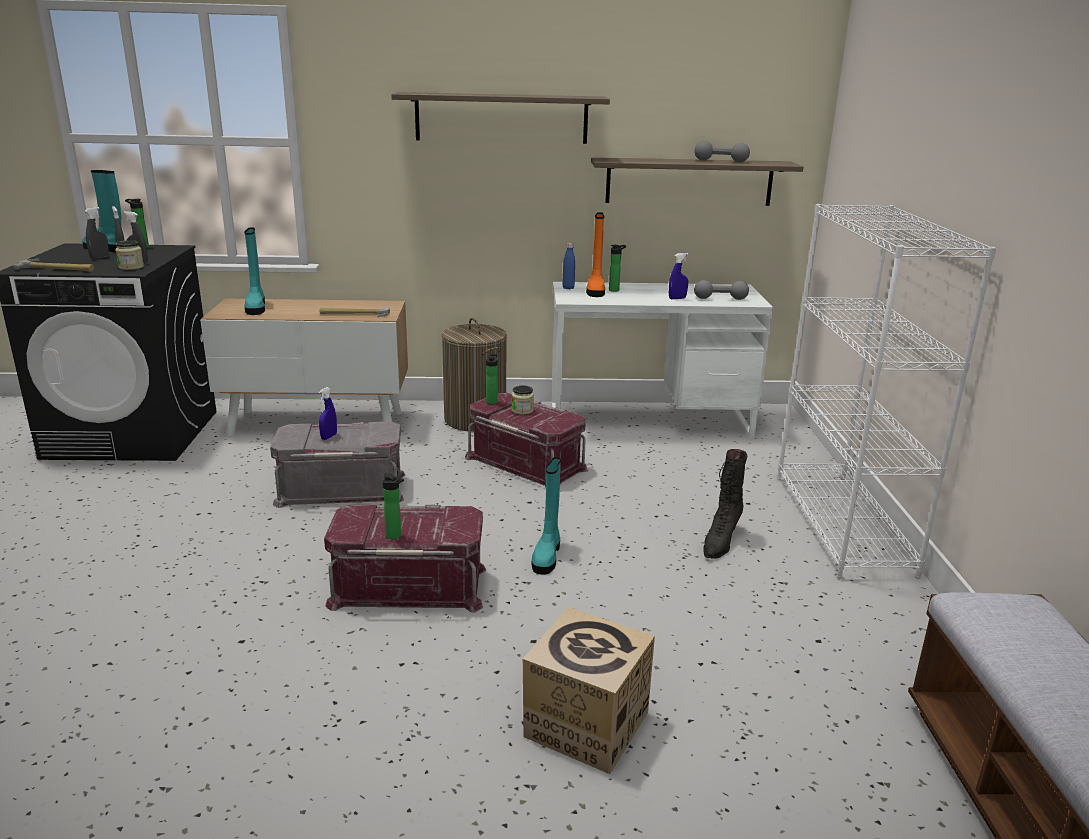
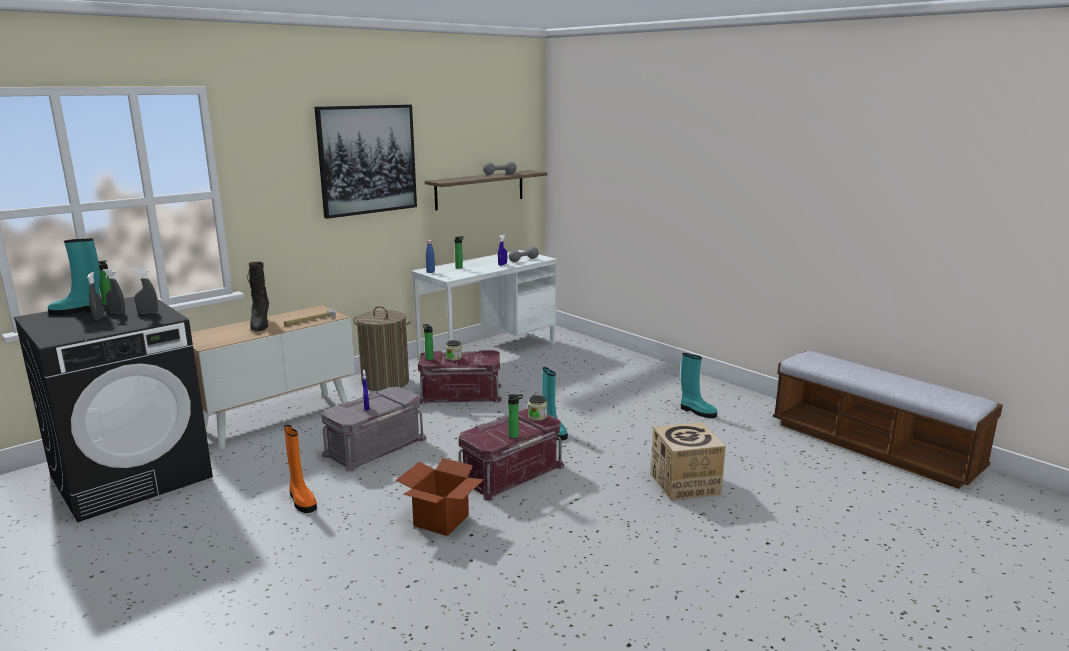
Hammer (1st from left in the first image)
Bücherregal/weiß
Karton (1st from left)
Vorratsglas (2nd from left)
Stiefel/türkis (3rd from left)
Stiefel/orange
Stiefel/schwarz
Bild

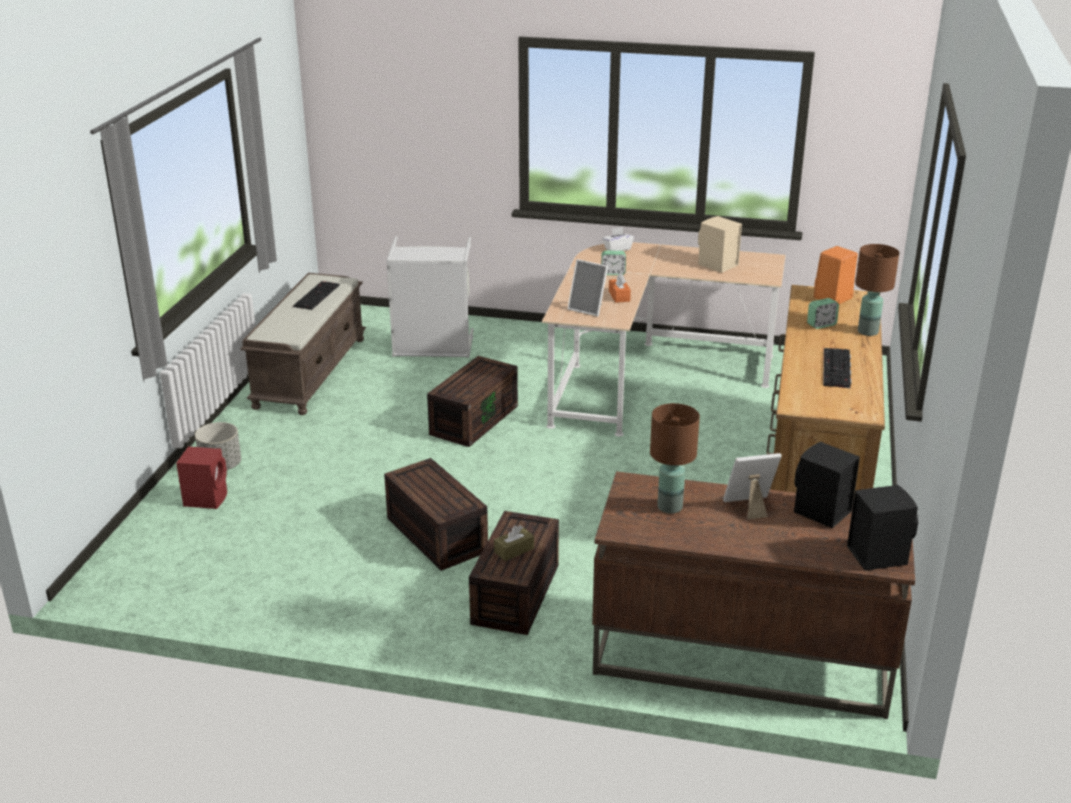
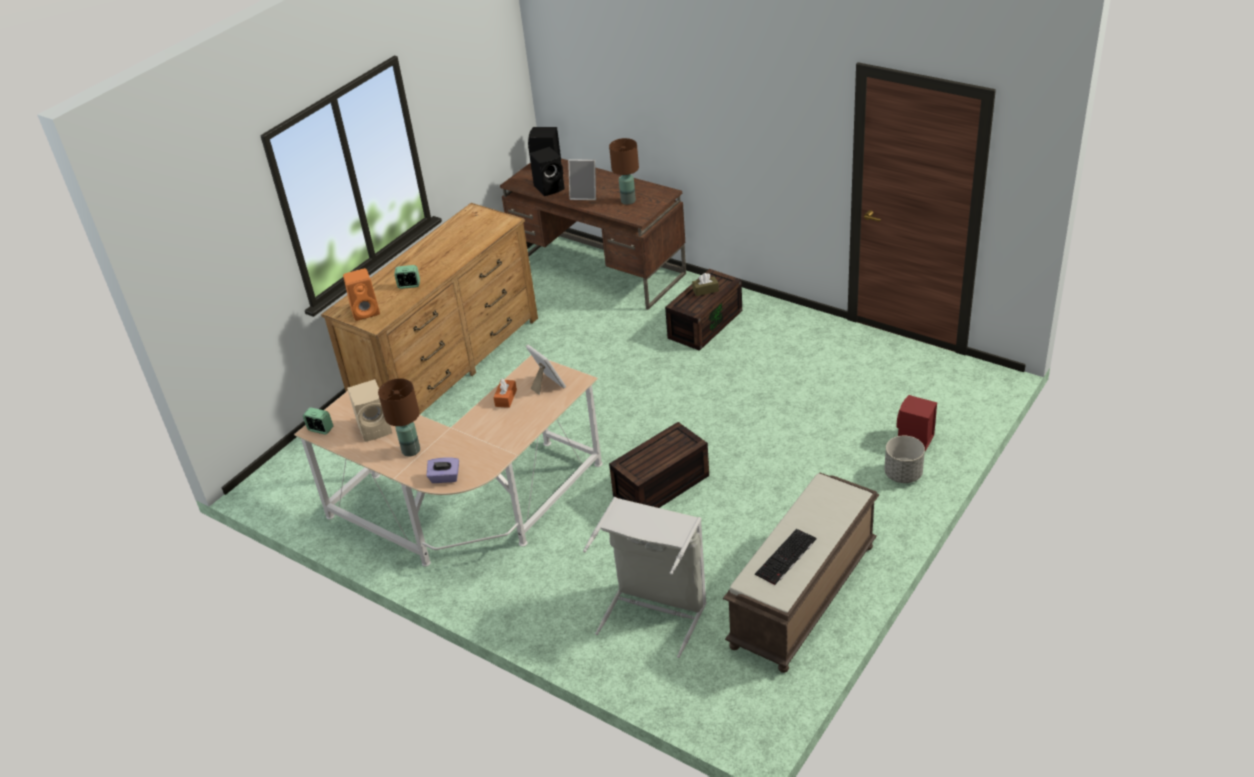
Aufbewahrungsbox/braun (1st from left in the first image)
Tastatur (2nd from left in the first image)
Wecker (1st from left)
Tischlampe/braun (1st from left)
Taschentuchbox/lila

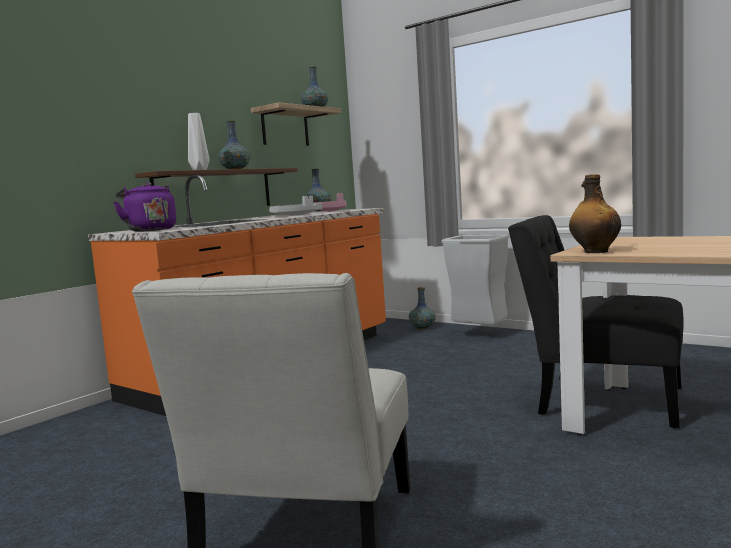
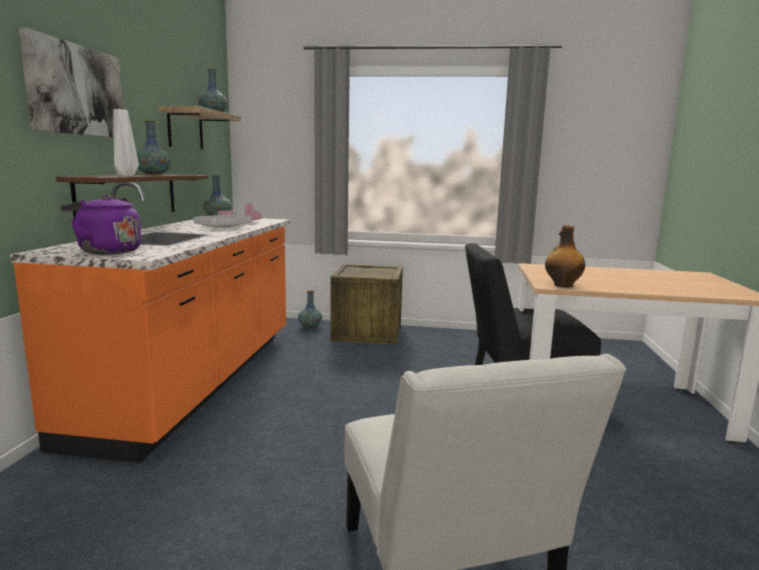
Bild
Kiste

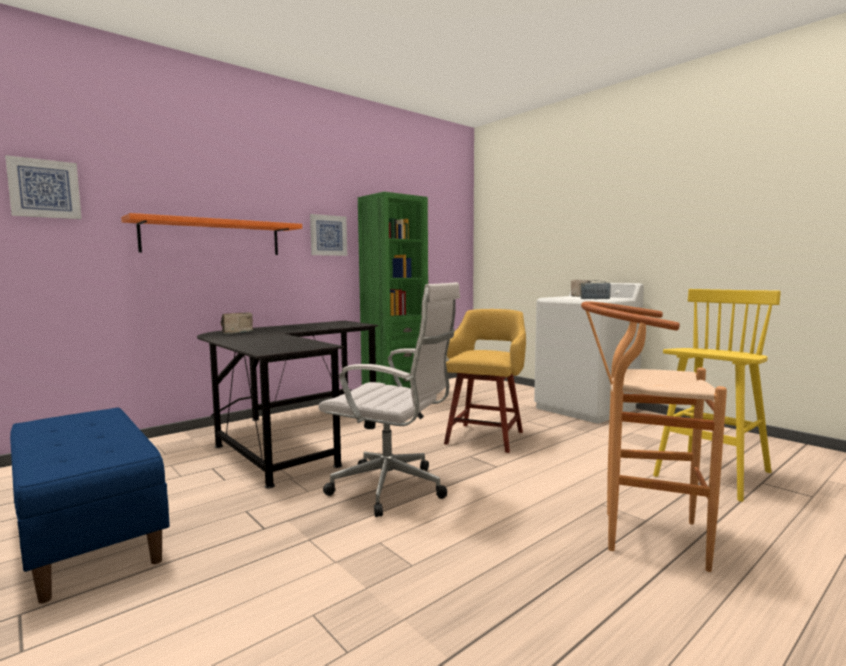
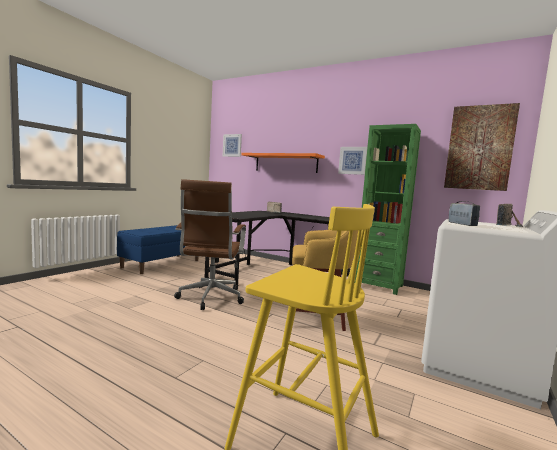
Hocker/braun
Bild (3rd from left)
Bürostuhl/braun

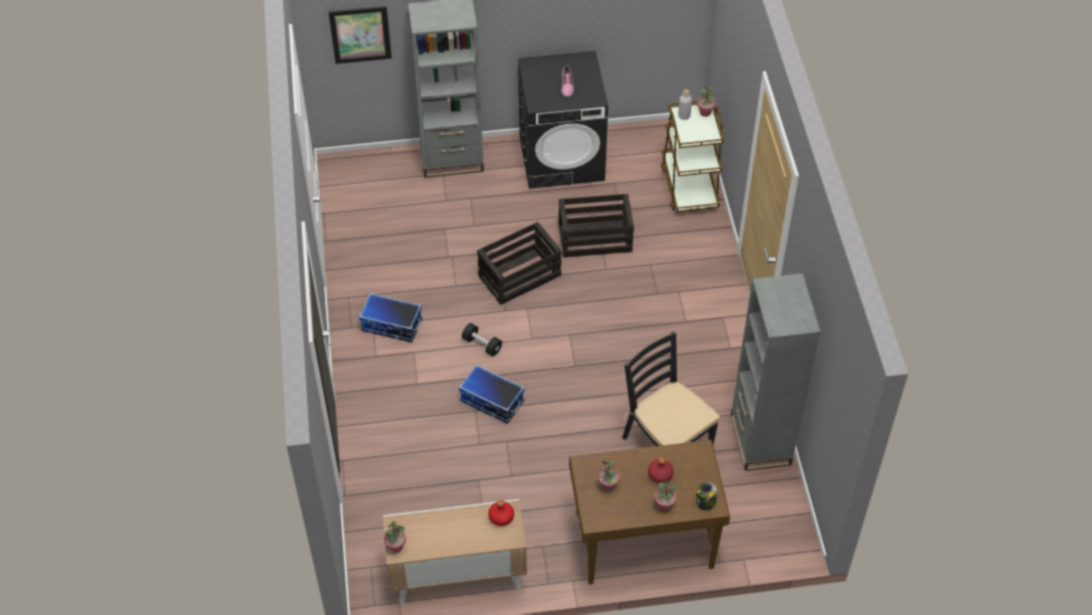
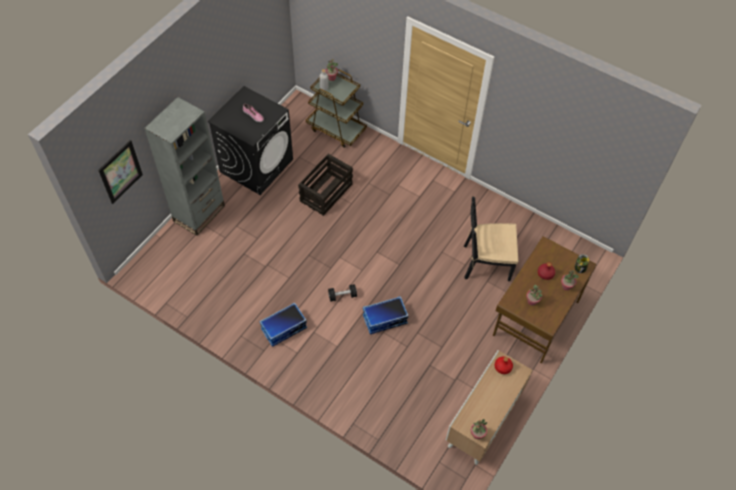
Kiste (1st from left in the first image)
Bücherregal/grau (2nd from left in the first image)

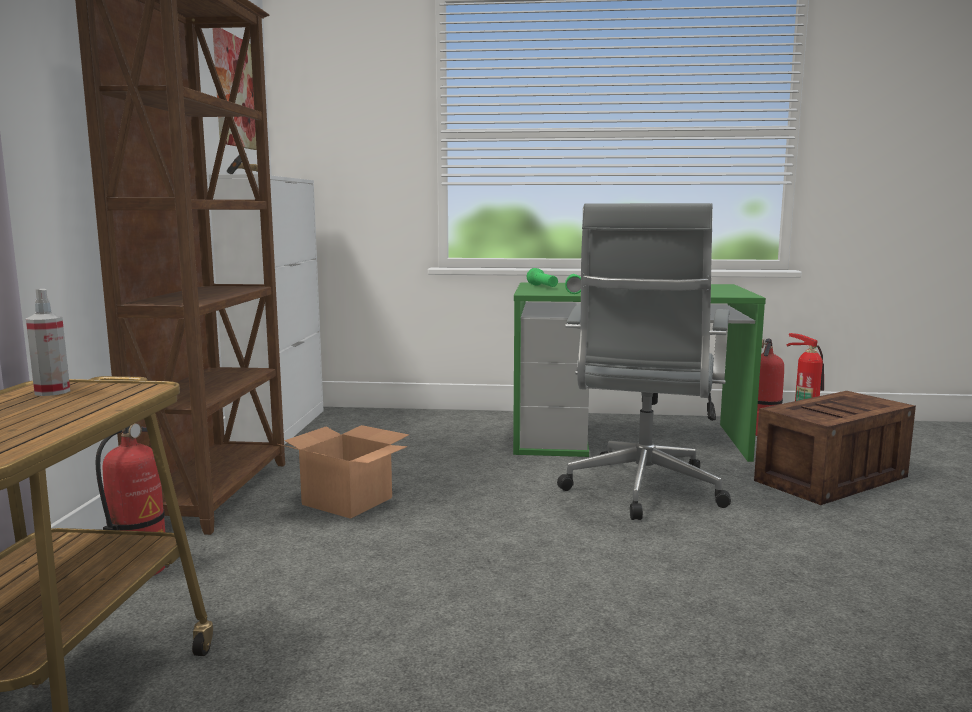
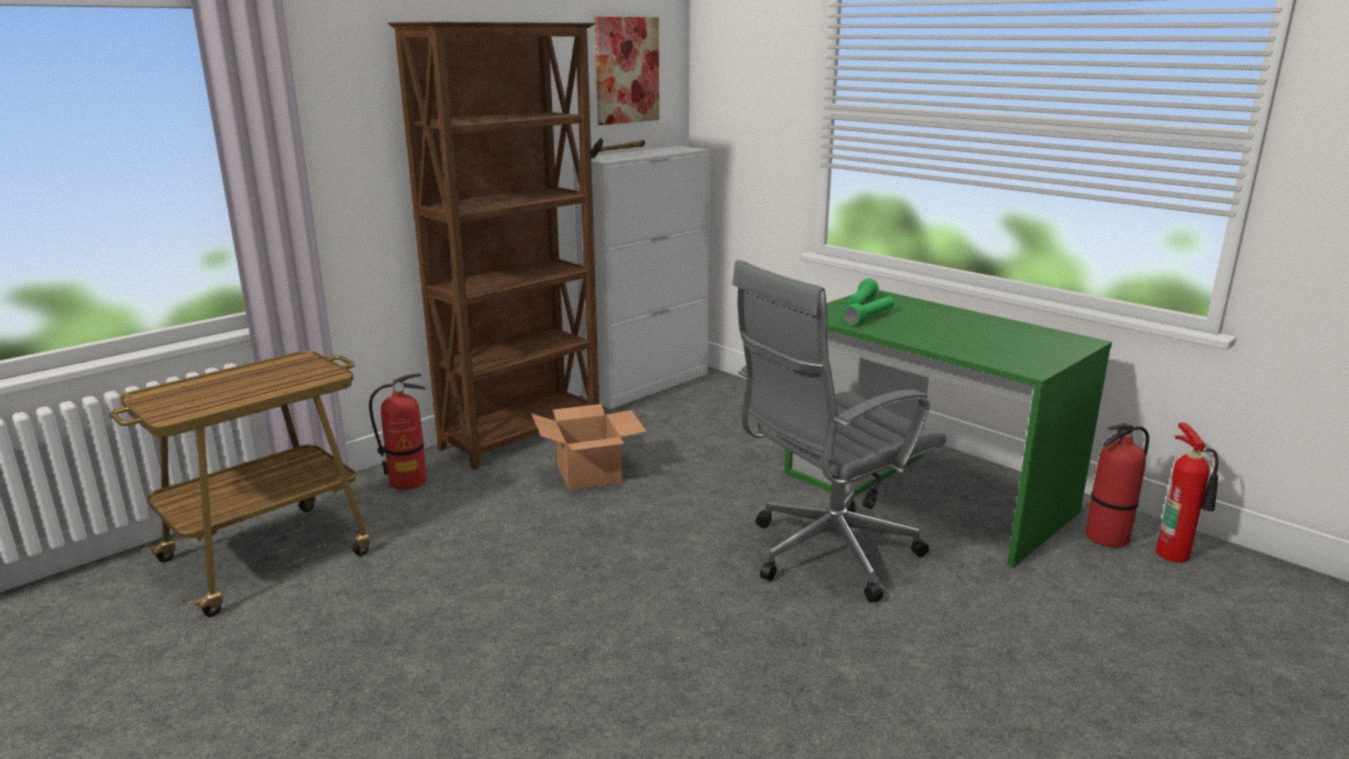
Sprühflasche
Kiste

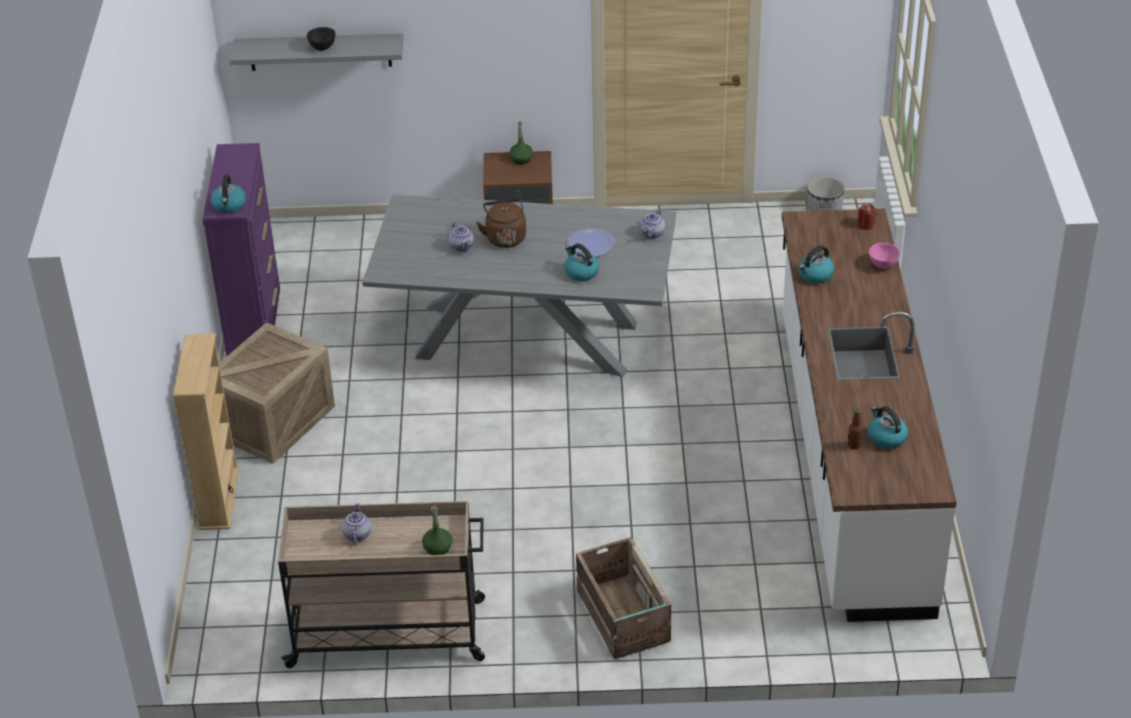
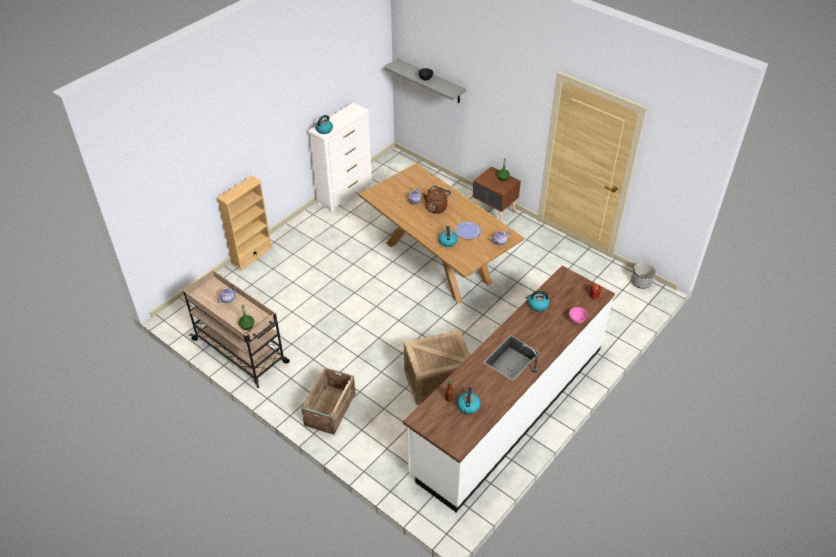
Kiste (2nd from left)
Kommode/weiß
Esstisch/braun

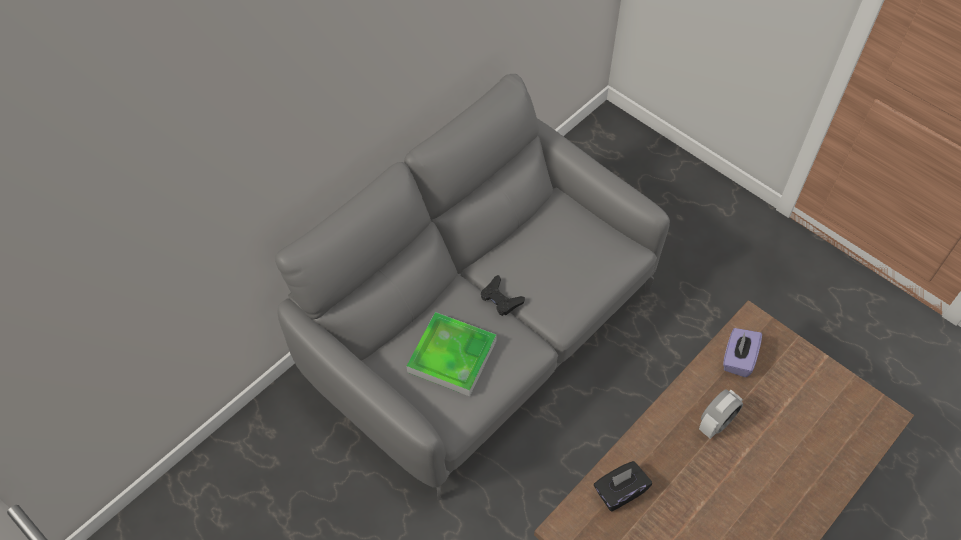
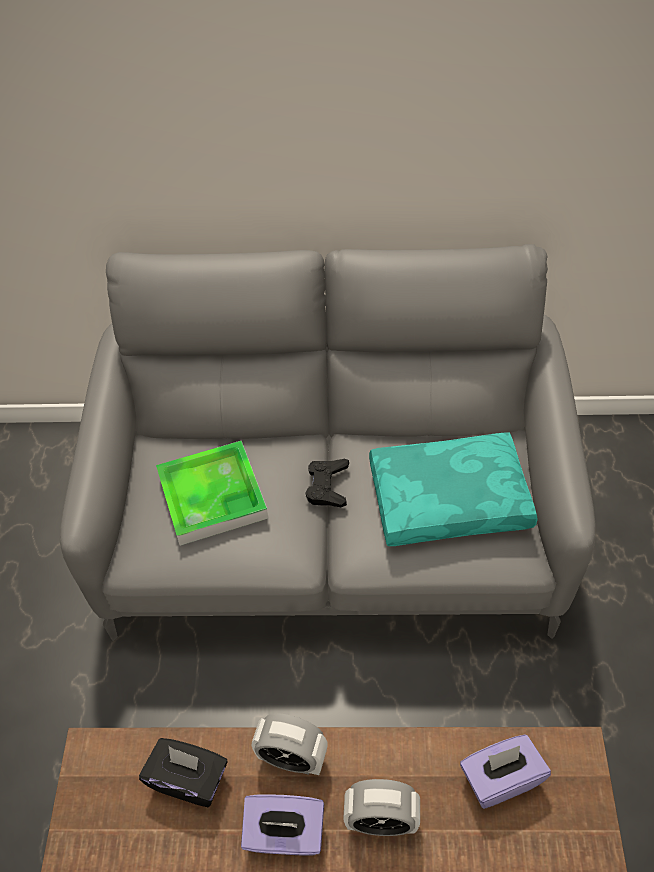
Taschentuchbox/lila (1st from left)
Wecker (1st from left)
Kissen/türkis

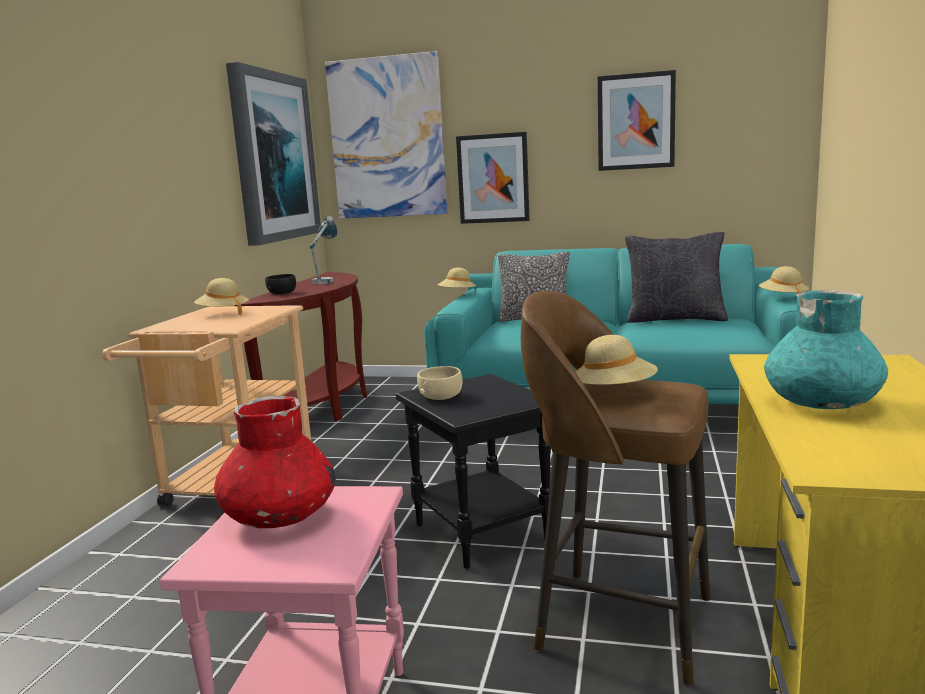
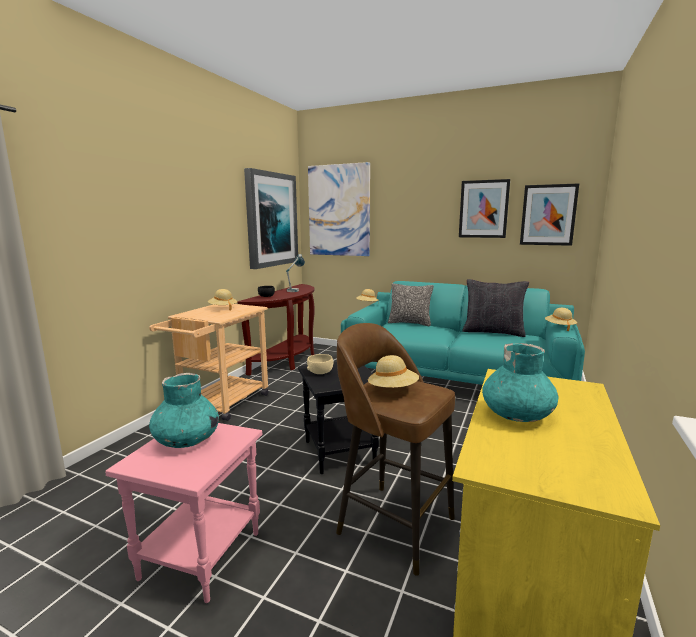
Bild (4th from left)
Vase/türkis (1st from left)

